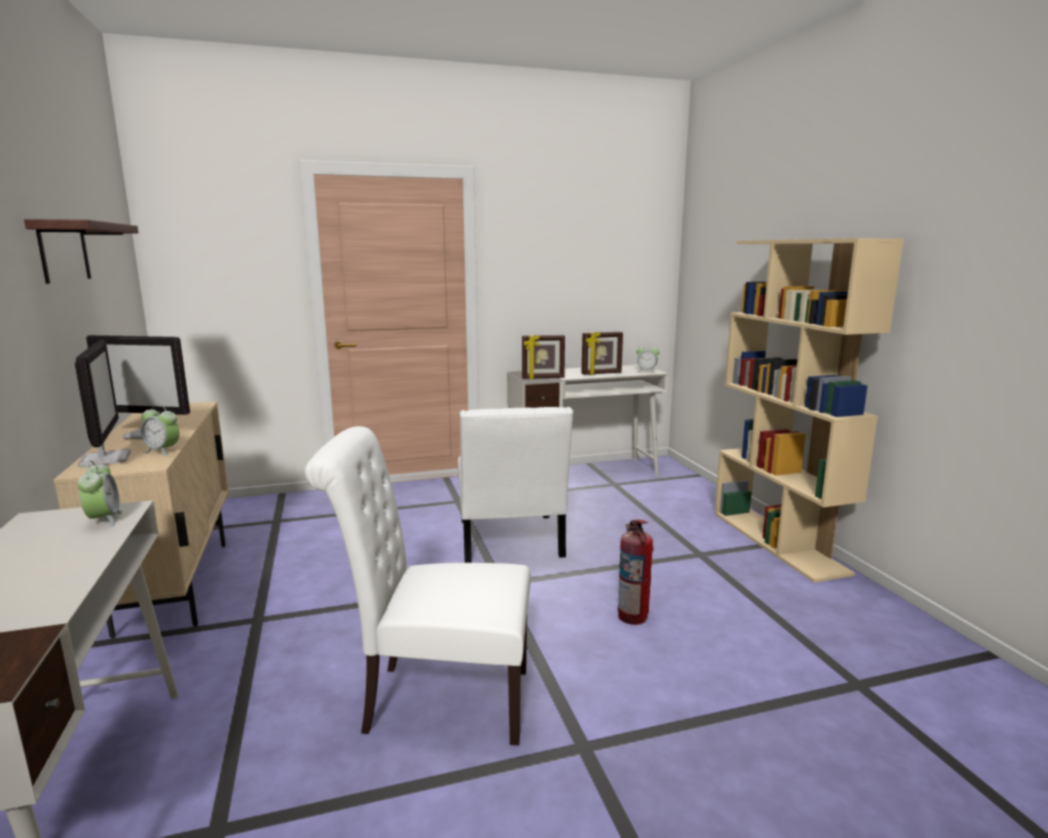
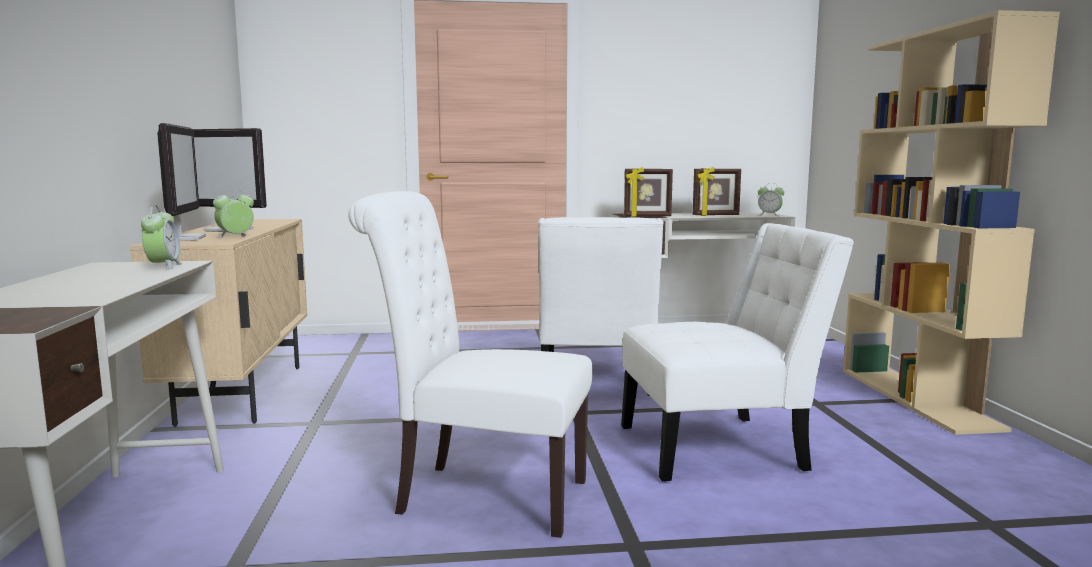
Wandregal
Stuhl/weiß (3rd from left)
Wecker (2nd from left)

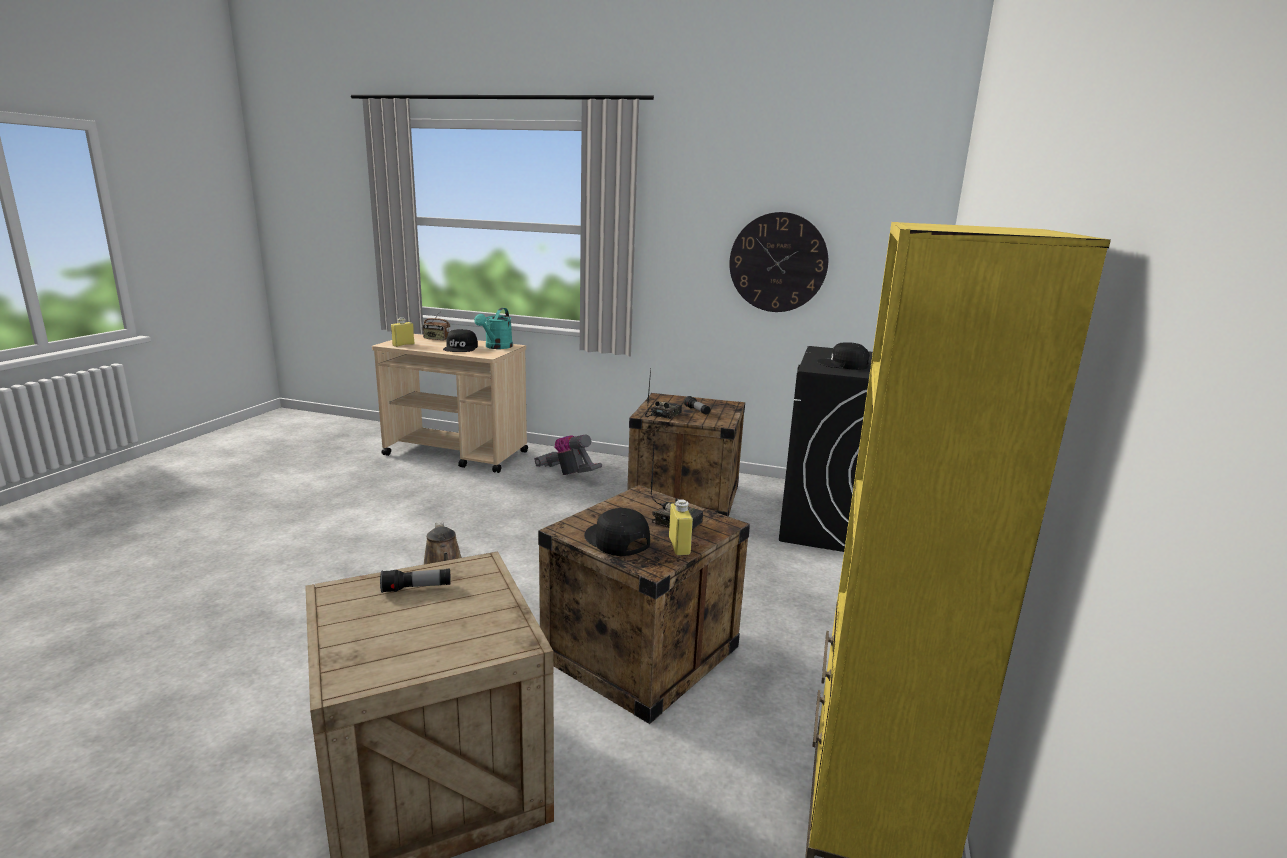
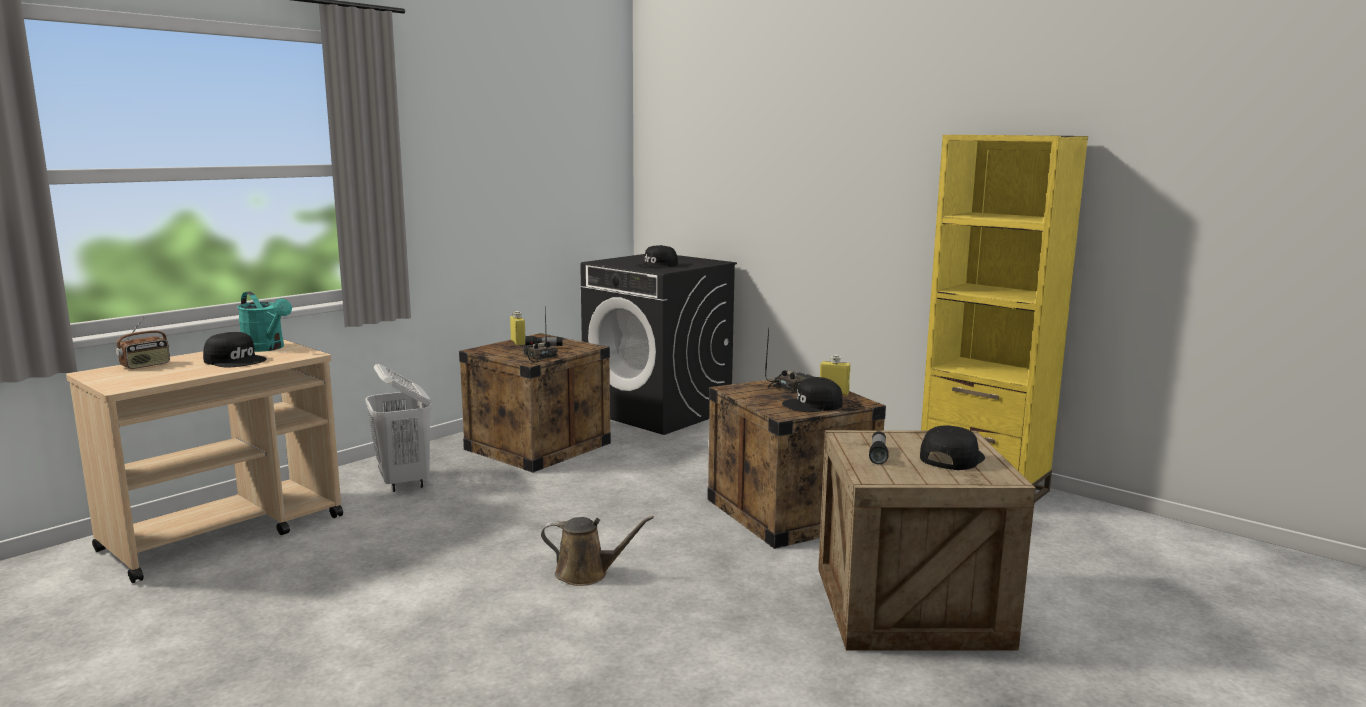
Wanduhr
Kappe/schwarz (4th from left)
Flasche/gelb (1st from left)
Wäschekorb/weiß

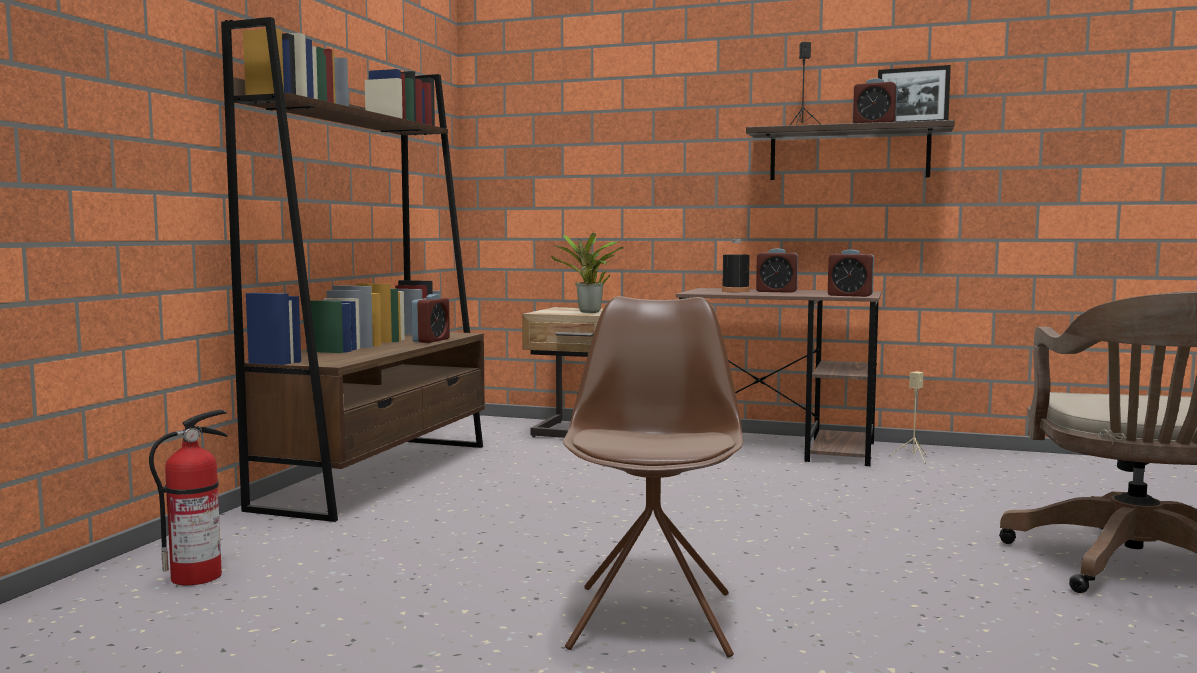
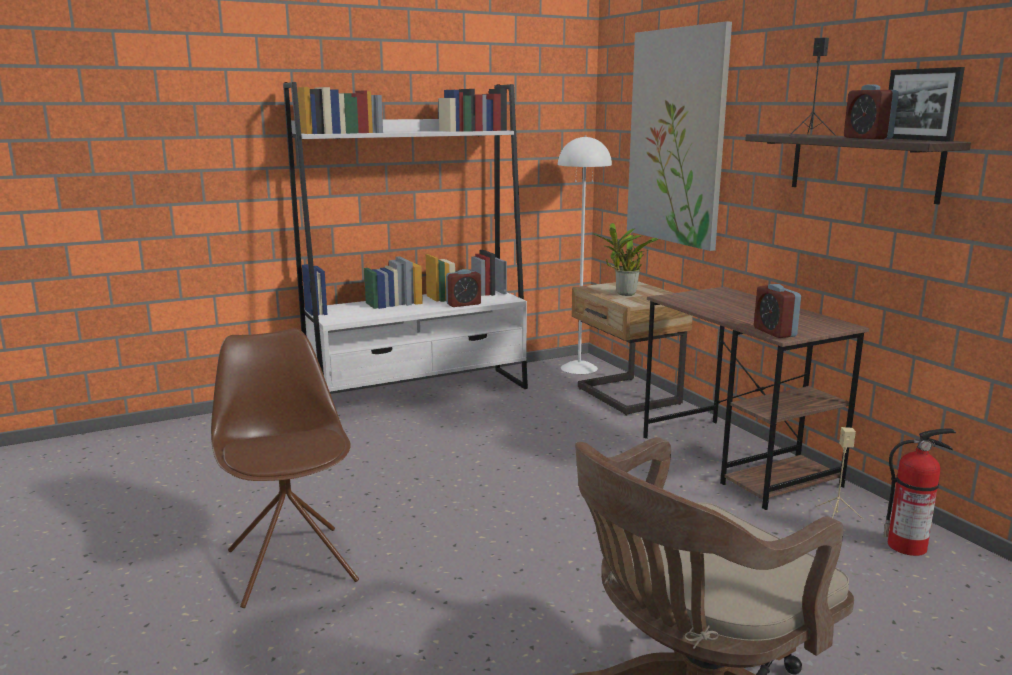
Flasche/schwarz
Wecker (2nd from left in the first image)
Stehlampe/weiß
Bild
Feuerlöscher
Bücherregal/weiß
Stuhl/braun

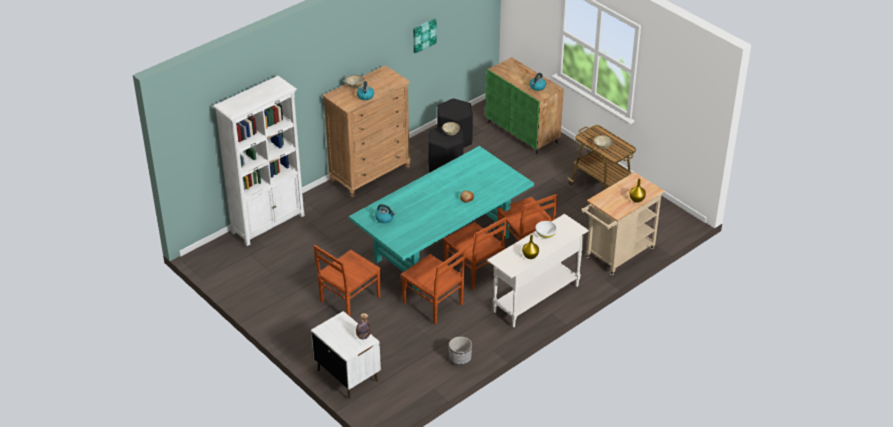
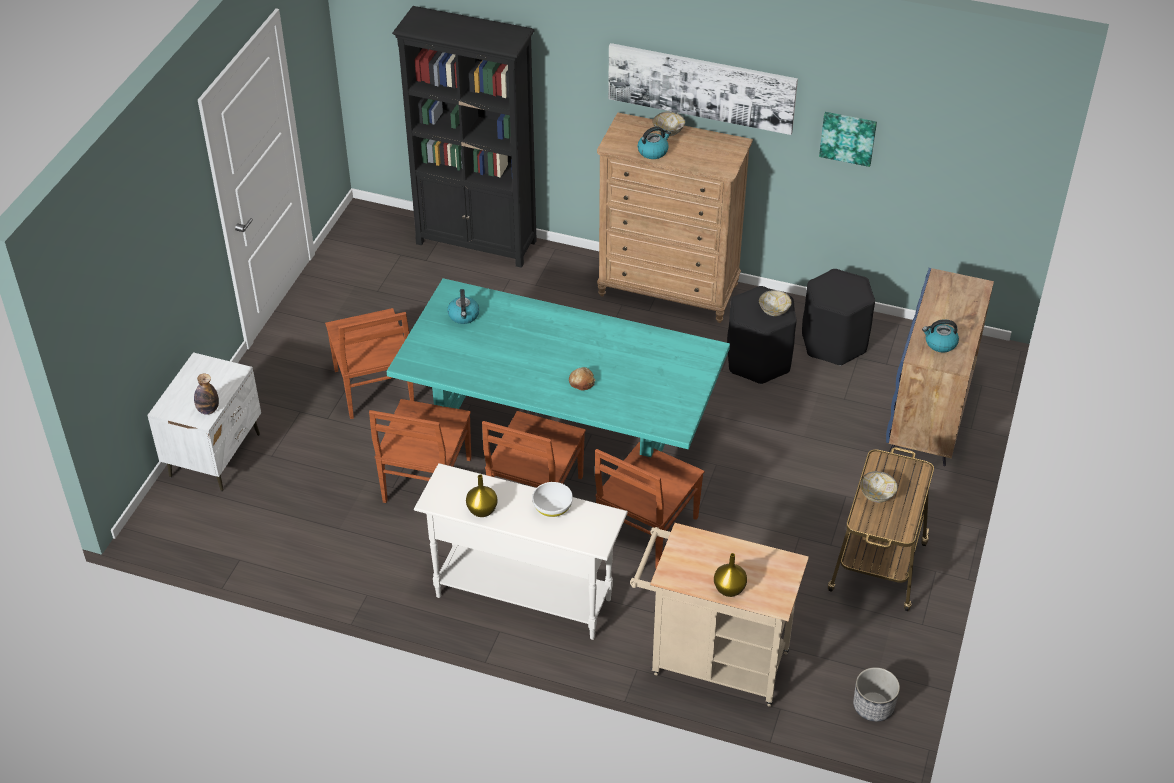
Bild (1st from left)
Pflanzkübel
Bücherregal/schwarz
Schrank/blau
Stuhl/braun (1st from left)

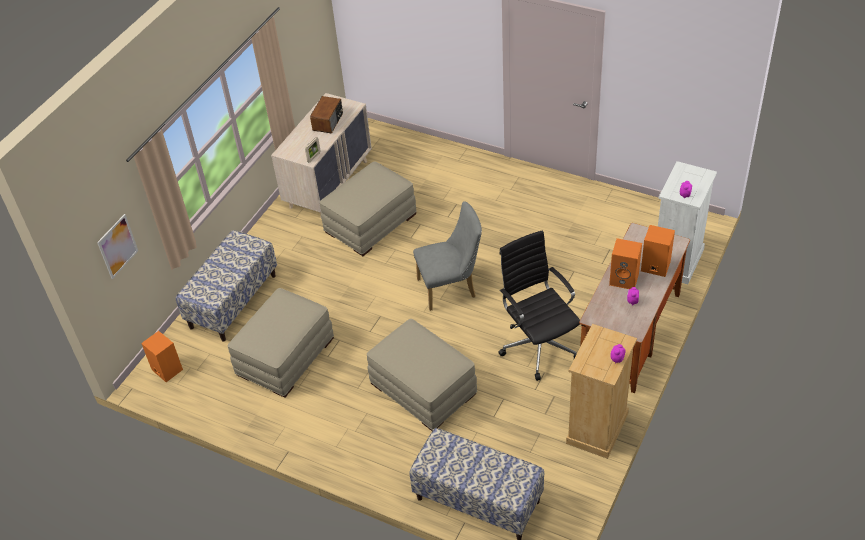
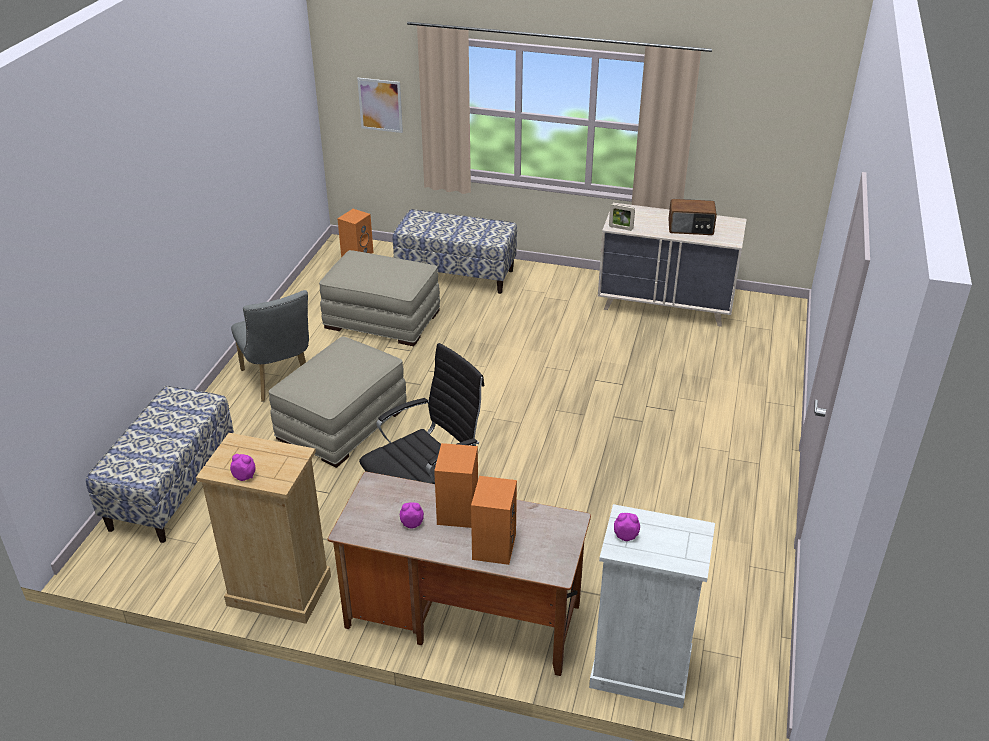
Polsterhocker/beige (2nd from left in the first image)
Stuhl/grau

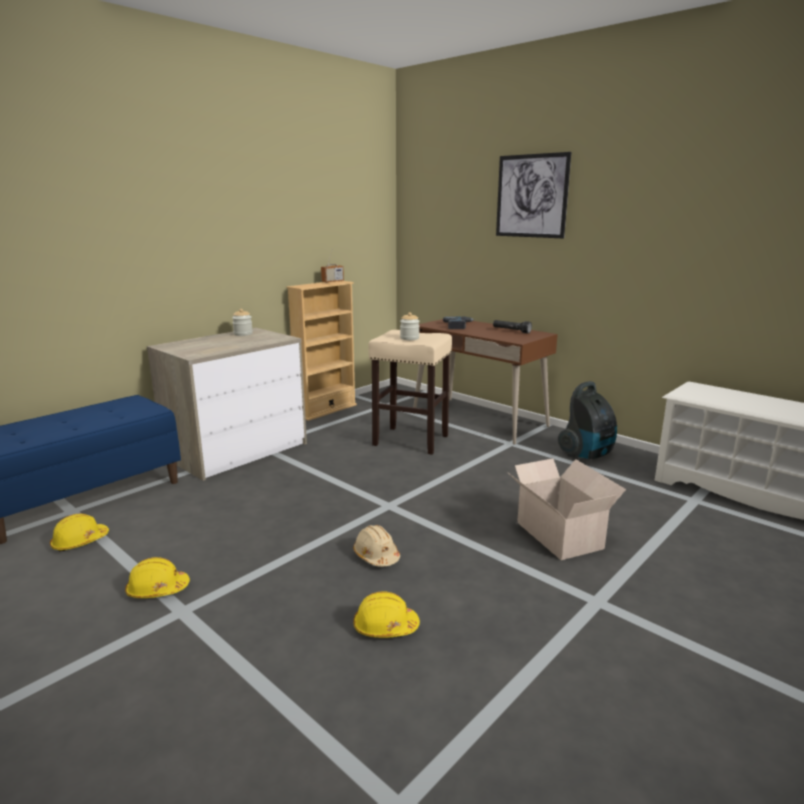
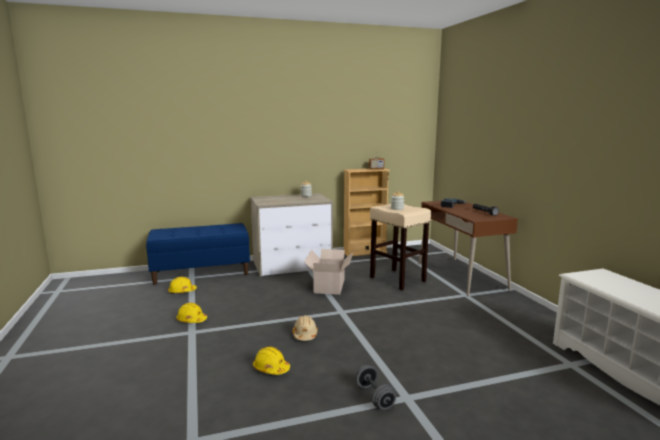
Bild
Staubsauger
Hantel/grau
Karton

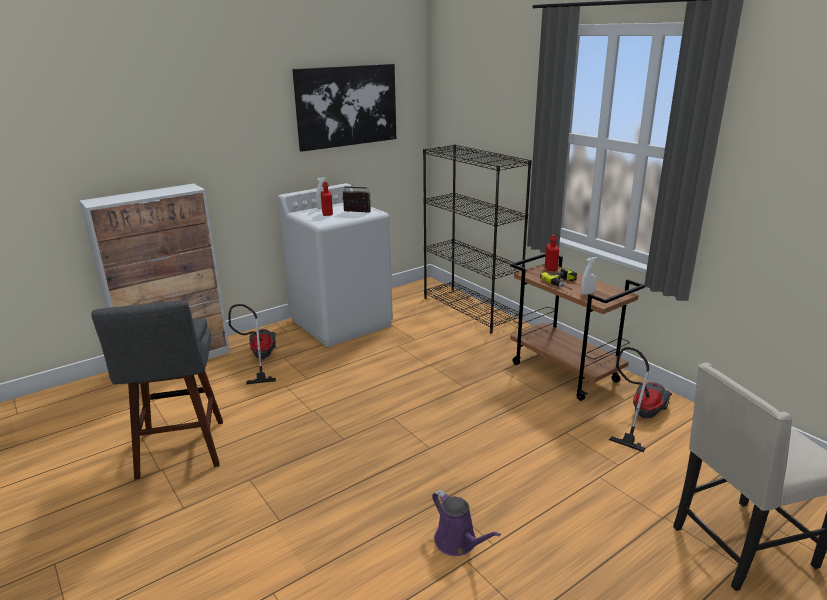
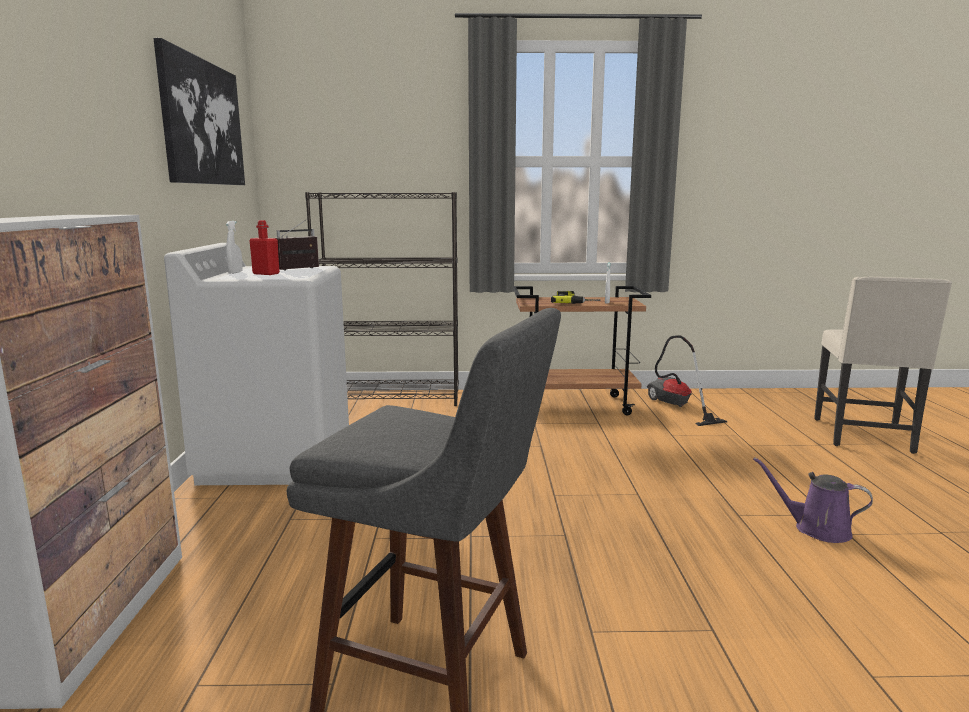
Staubsauger (1st from left in the first image)
Flasche/rot (2nd from left in the first image)
Gießkanne/lila

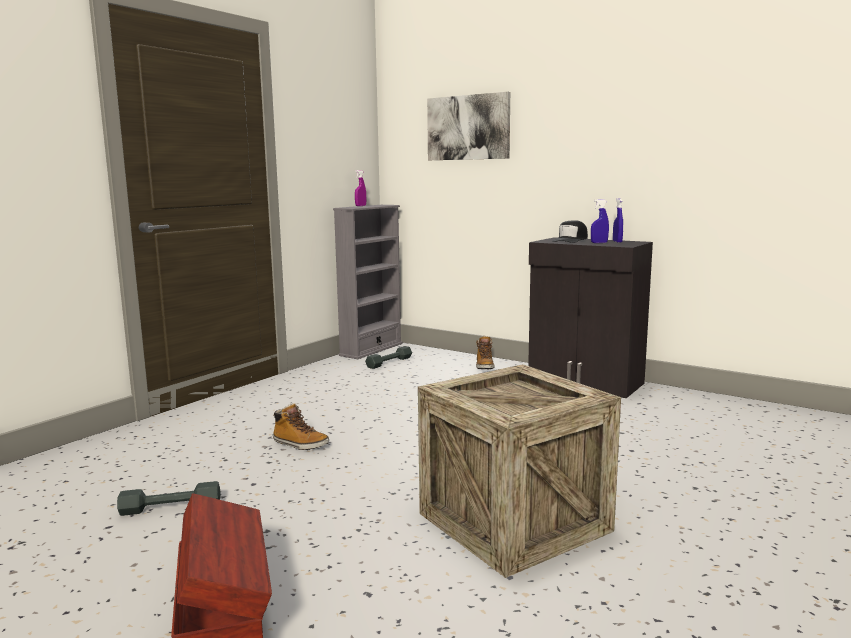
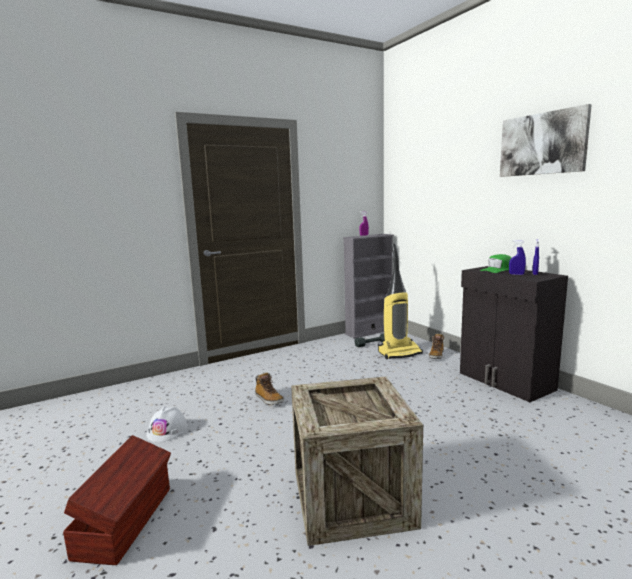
Staubsauger
Bild
Schutzhelm/weiß
Kappe/grün

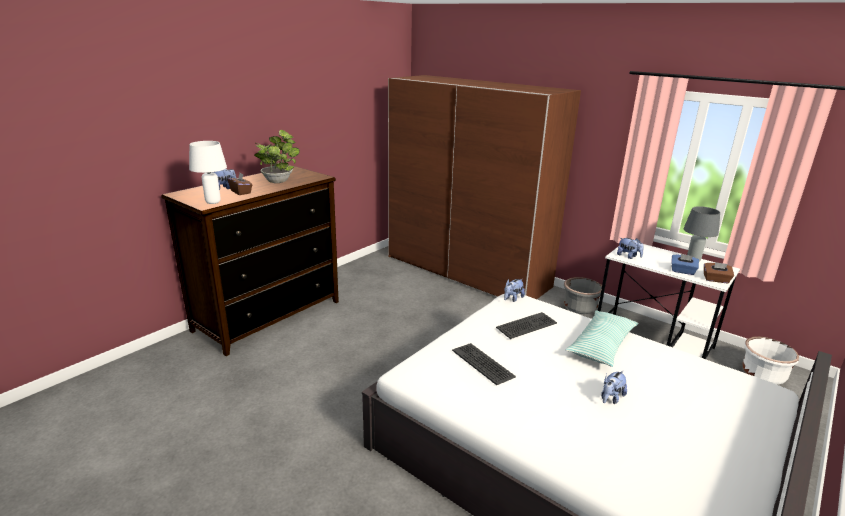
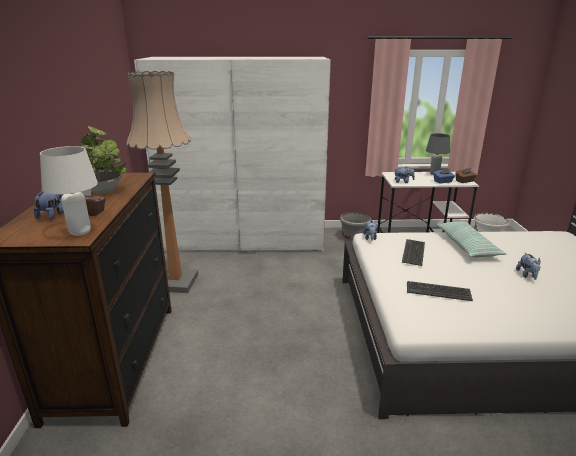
Stehlampe
Kleiderschrank/weiß

